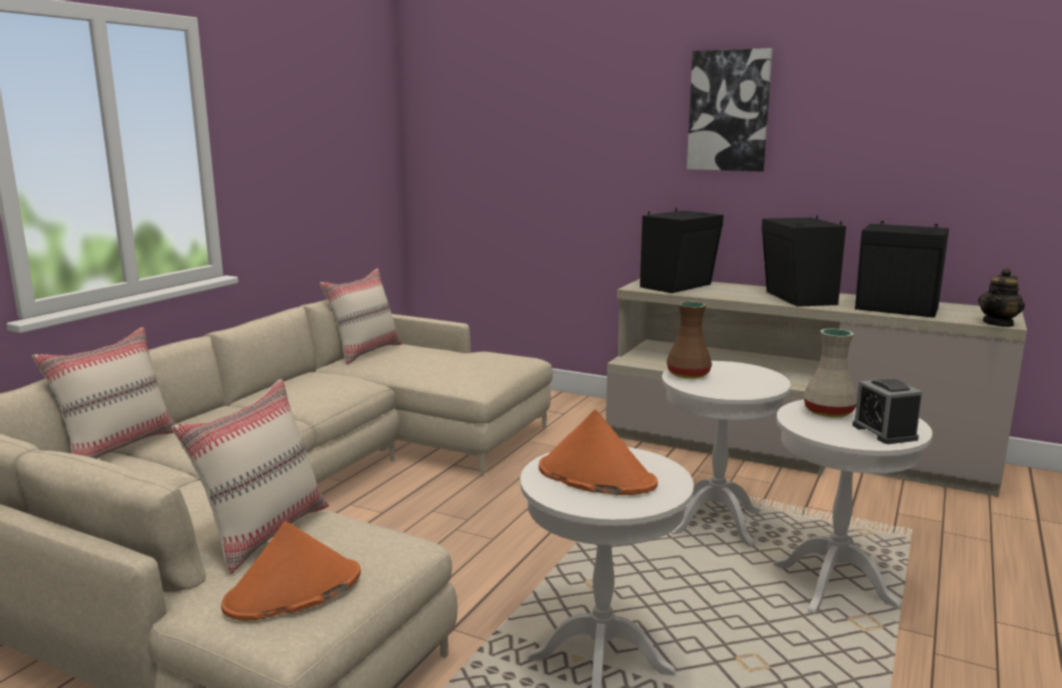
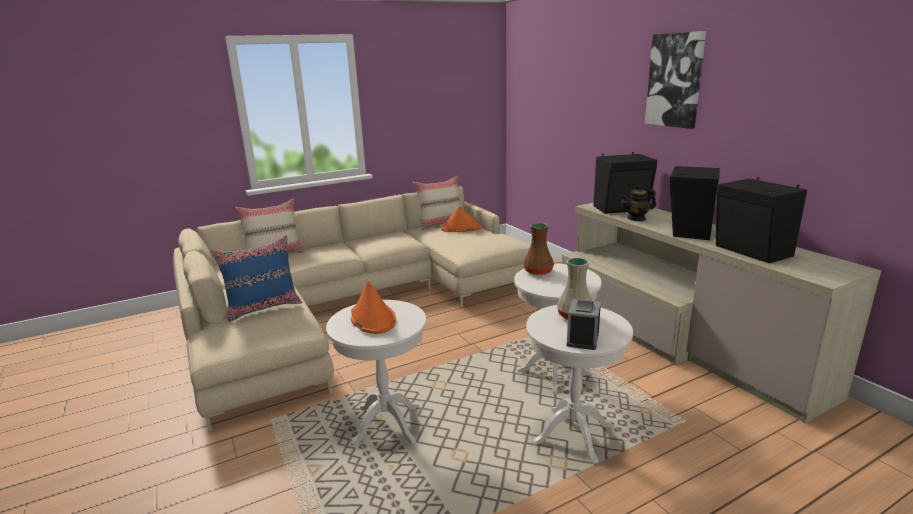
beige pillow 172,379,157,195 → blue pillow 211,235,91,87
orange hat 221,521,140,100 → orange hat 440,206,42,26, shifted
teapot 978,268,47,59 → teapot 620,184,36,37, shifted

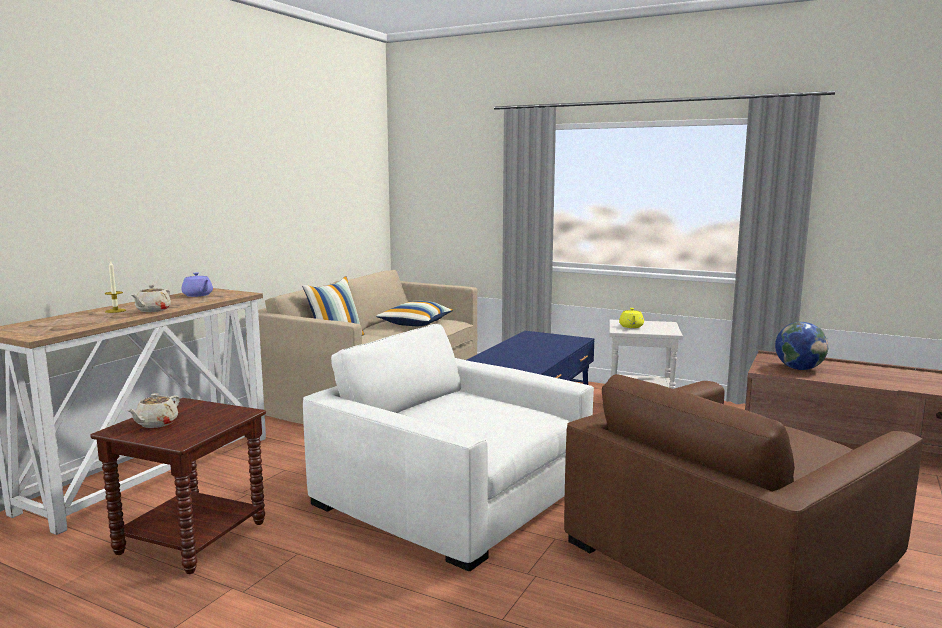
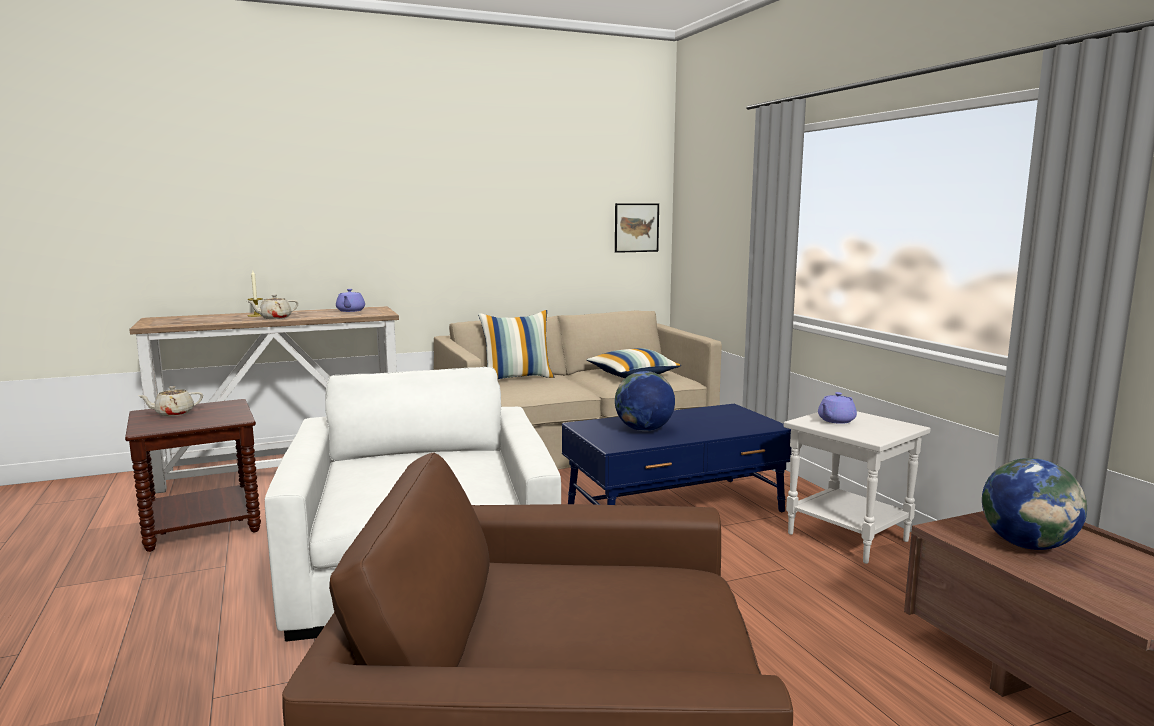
- → picture 615,203,44,50
- → globe 615,371,60,60
yellow teapot 619,308,25,20 → purple teapot 818,392,39,32

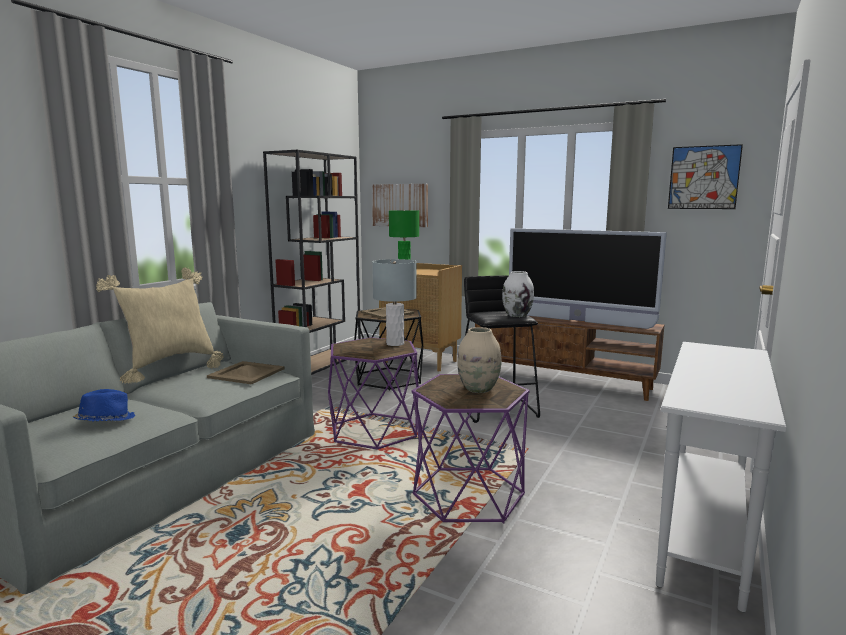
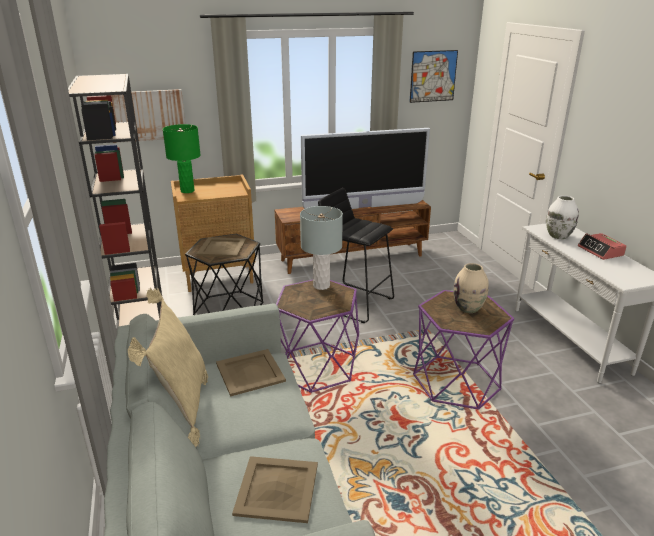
blue hat 72,389,63,33 → beige tray 232,456,86,67
white vase 502,271,32,46 → white vase 546,195,33,44, shifted
- → alarm clock 578,233,49,27

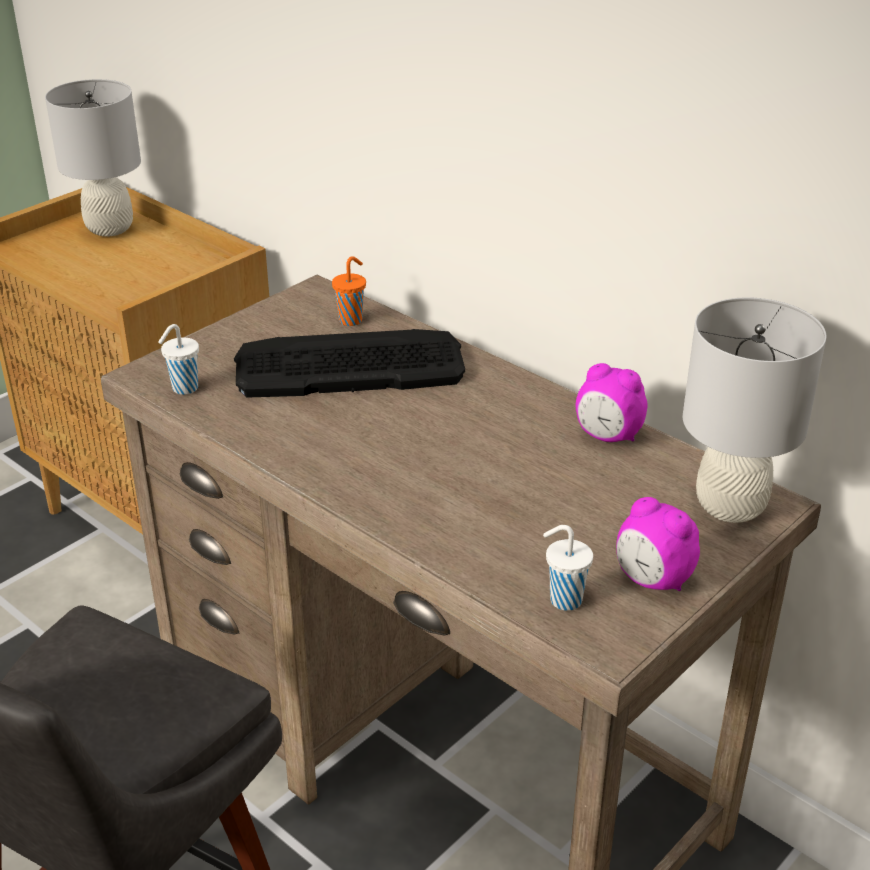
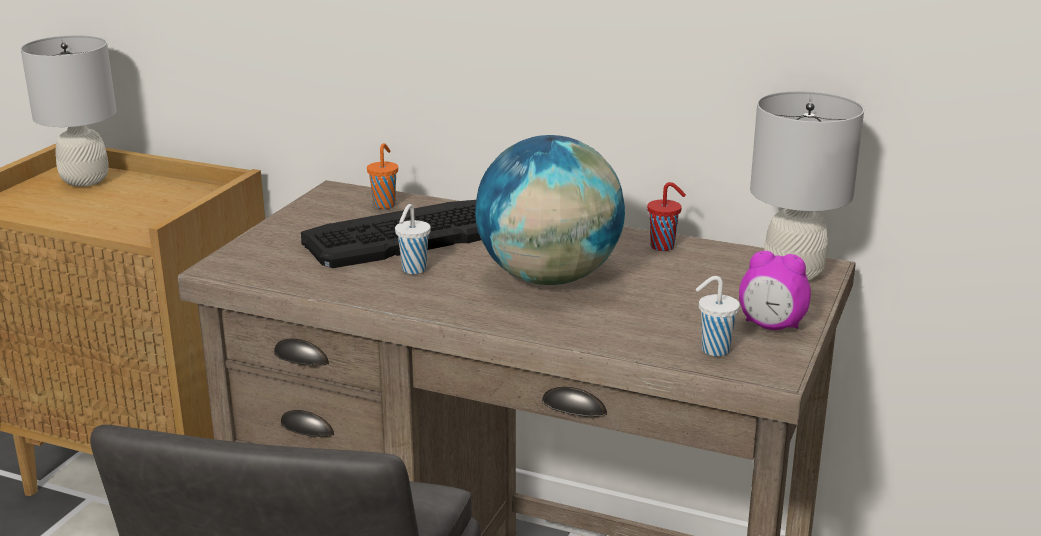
white cup 158,324,41,71 → white cup 395,204,36,70, shifted
- → globe 475,135,150,150
alarm clock 576,363,71,79 → red cup 647,182,39,69

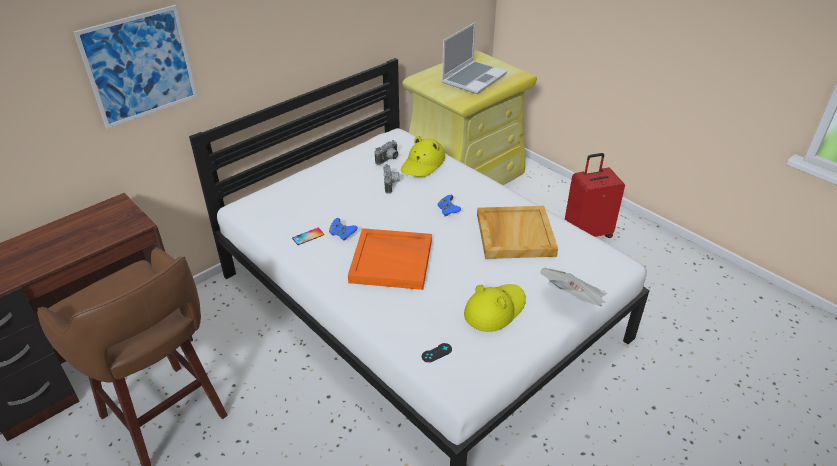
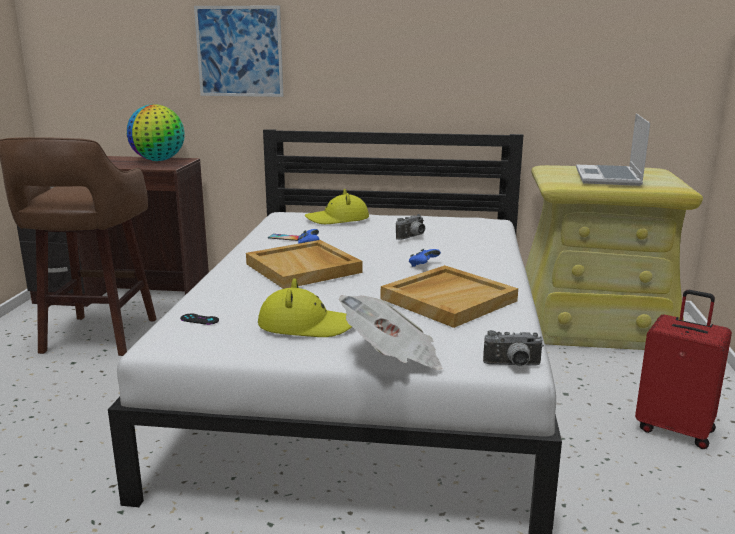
- → globe 127,104,58,57
orange tray 348,228,84,62 → beige tray 246,240,116,49
yellow hat 401,136,44,41 → yellow hat 305,189,64,35, shifted
photo camera 375,140,23,25 → photo camera 483,330,61,37, shifted
laptop 442,22,65,72 → laptop 576,114,74,72, 105 degrees clockwise

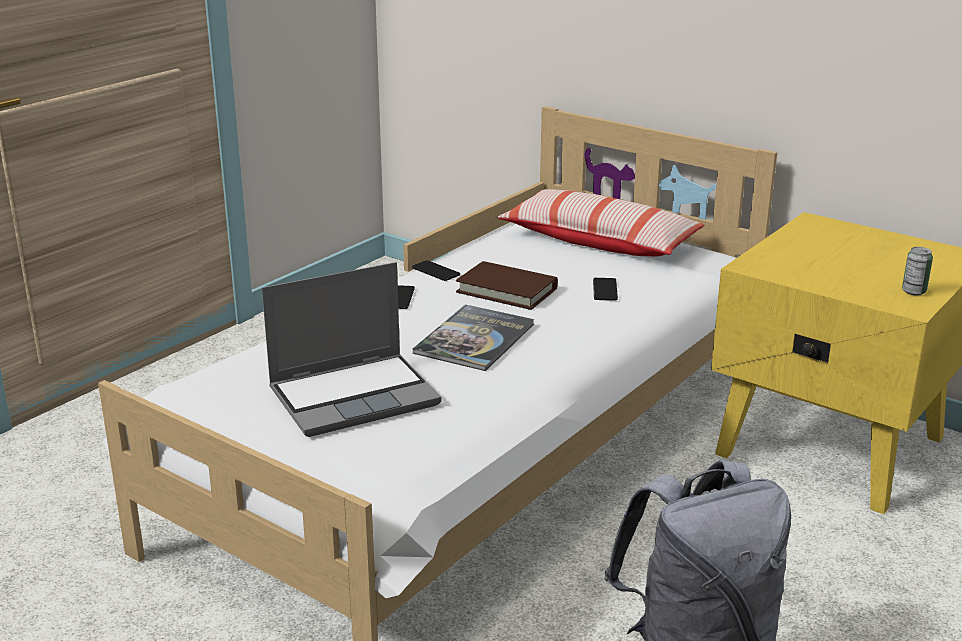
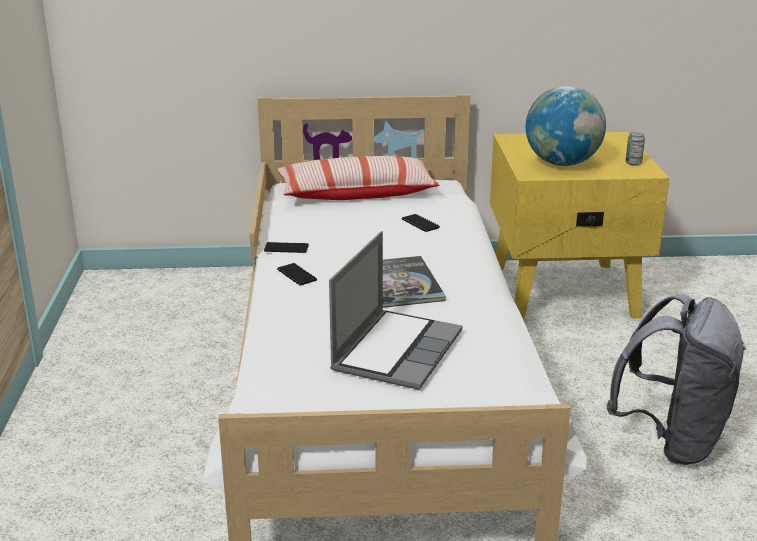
- → globe 526,86,80,80
brown book 456,261,102,49 → -

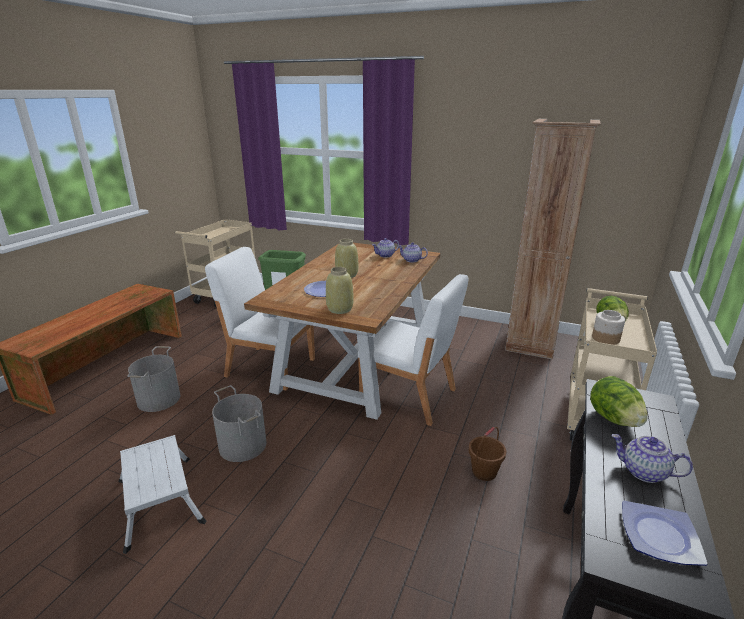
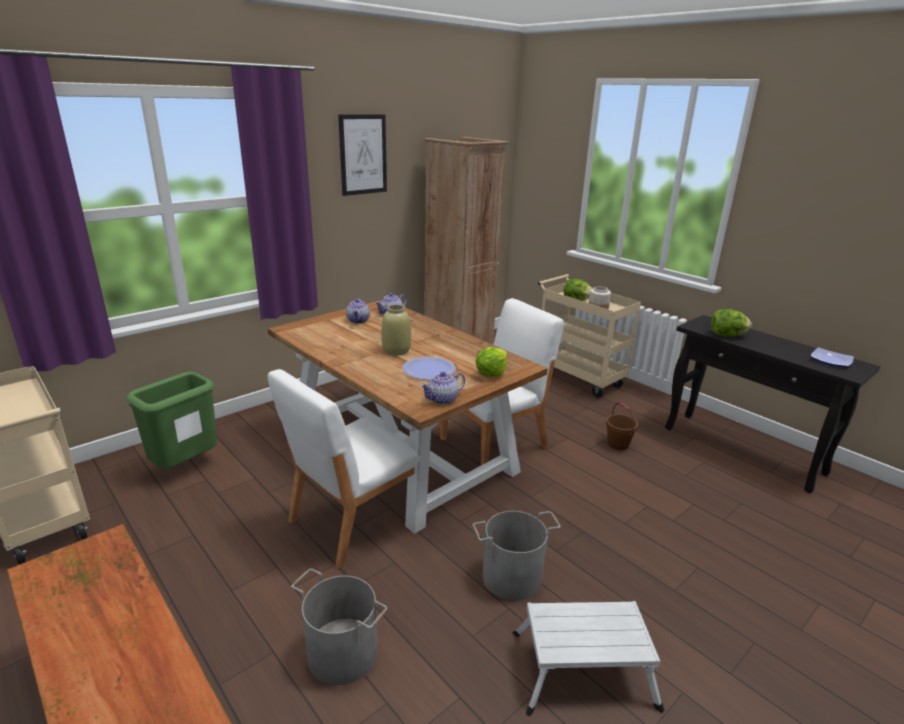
- → picture 338,114,49,82
teapot 612,434,81,49 → teapot 421,372,44,32, shifted
beige vase 326,267,28,47 → lettuce 476,347,31,30

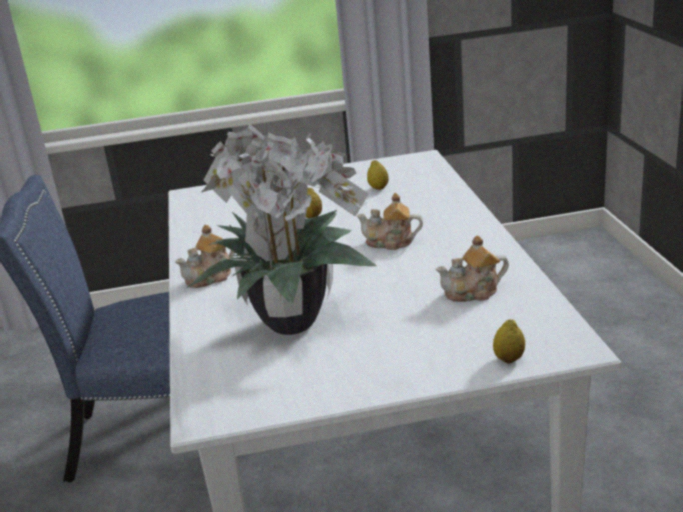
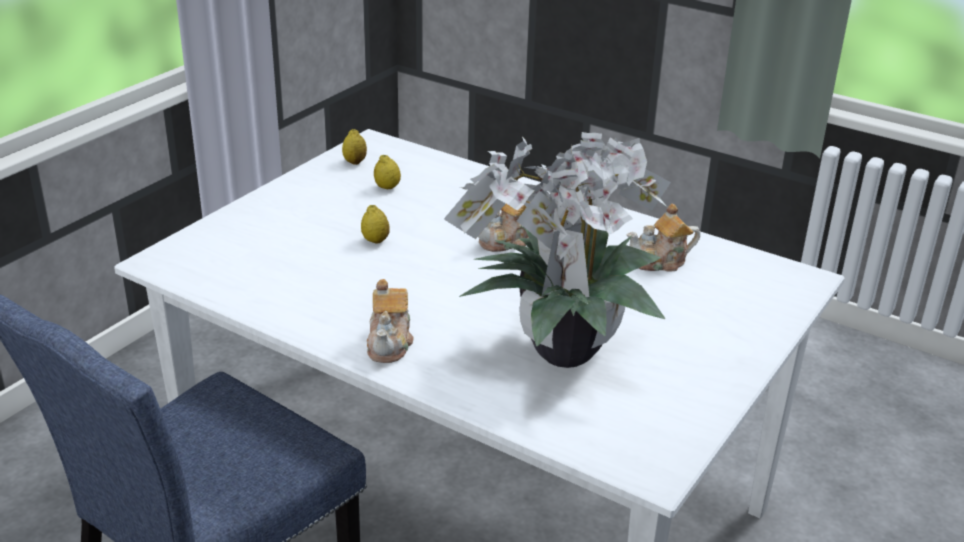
lemon 493,319,32,45 → lemon 342,129,25,36, shifted
teapot 436,236,73,66 → teapot 626,204,74,67, 45 degrees clockwise

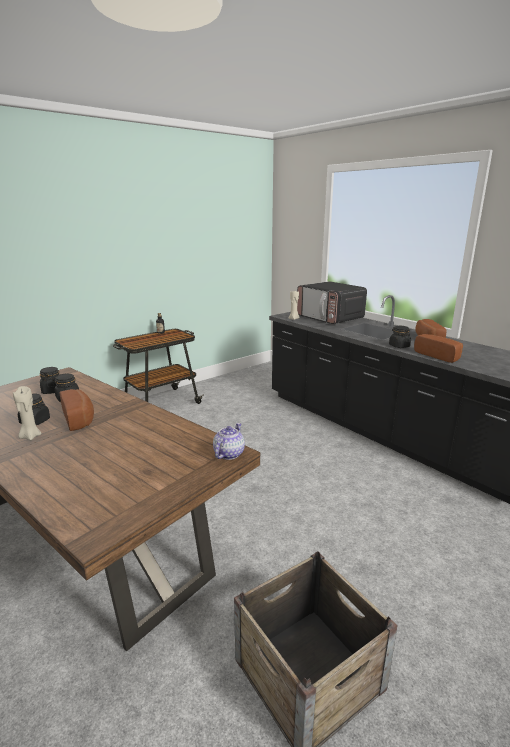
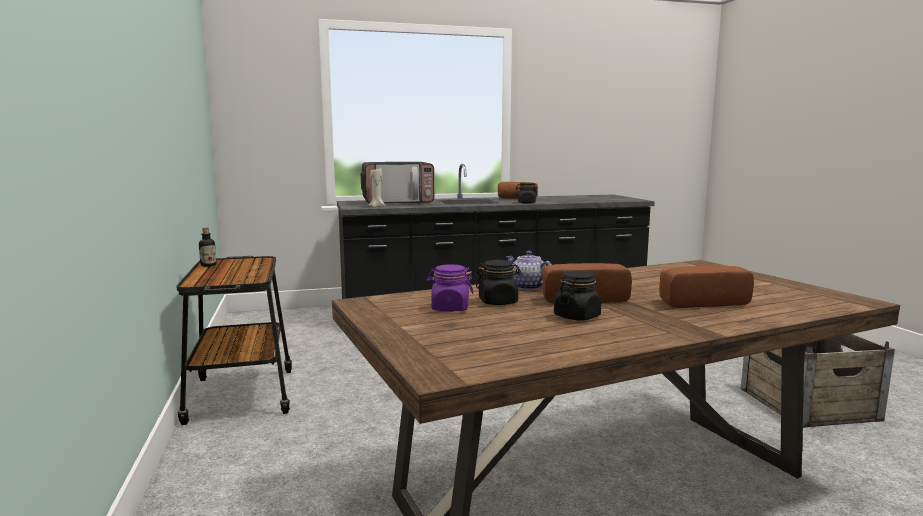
black jar 40,367,19,27 → purple jar 426,264,48,48
teapot 213,423,32,37 → teapot 506,251,46,39, shifted
bread 414,334,49,29 → bread 659,266,95,42, shifted
beige candle 13,386,28,54 → -

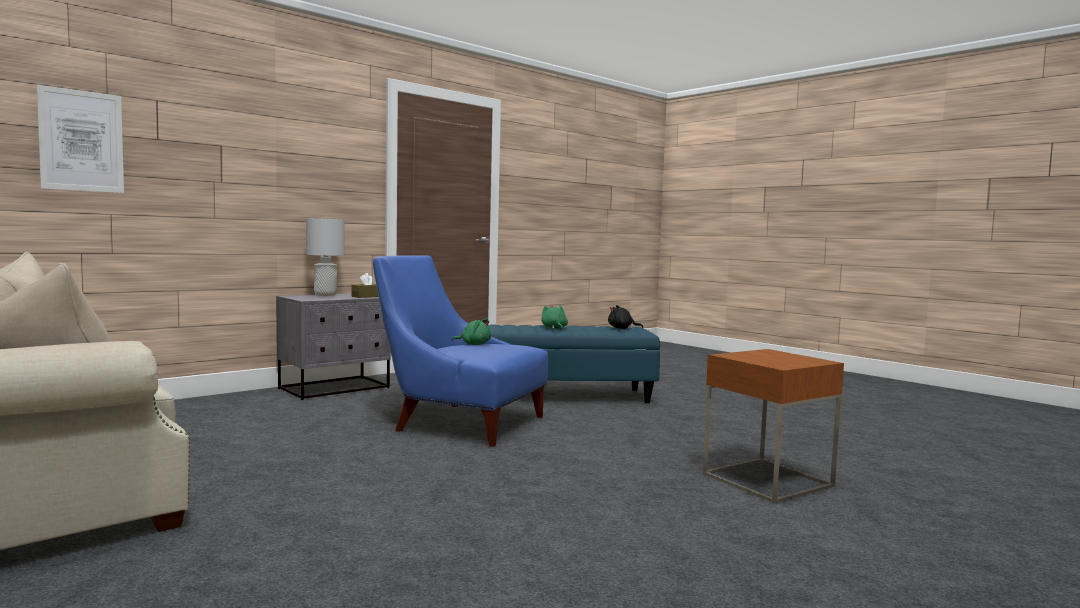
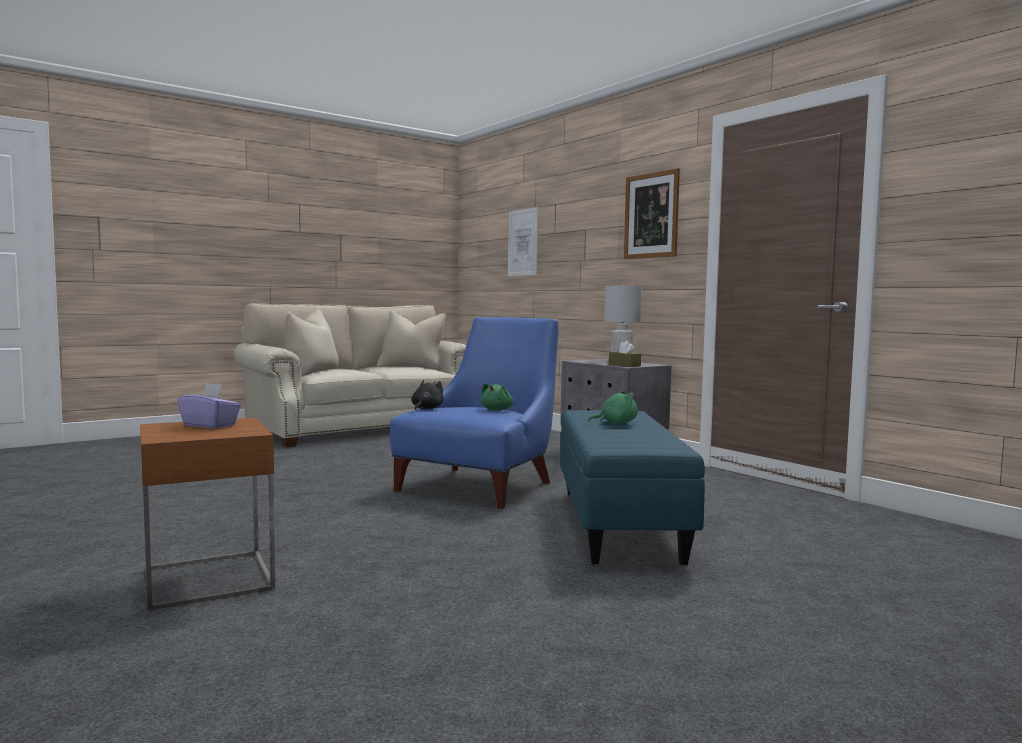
- → purple tissue box 177,383,64,46
black plush toy 608,305,35,24 → black plush toy 411,380,33,30, shifted
- → picture 624,168,56,91

